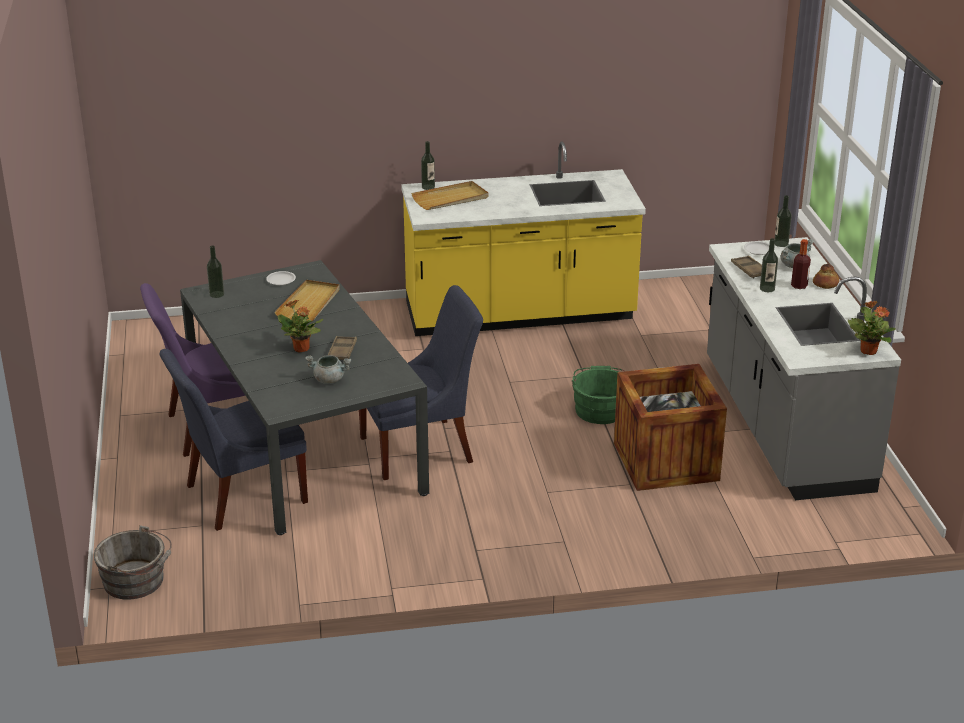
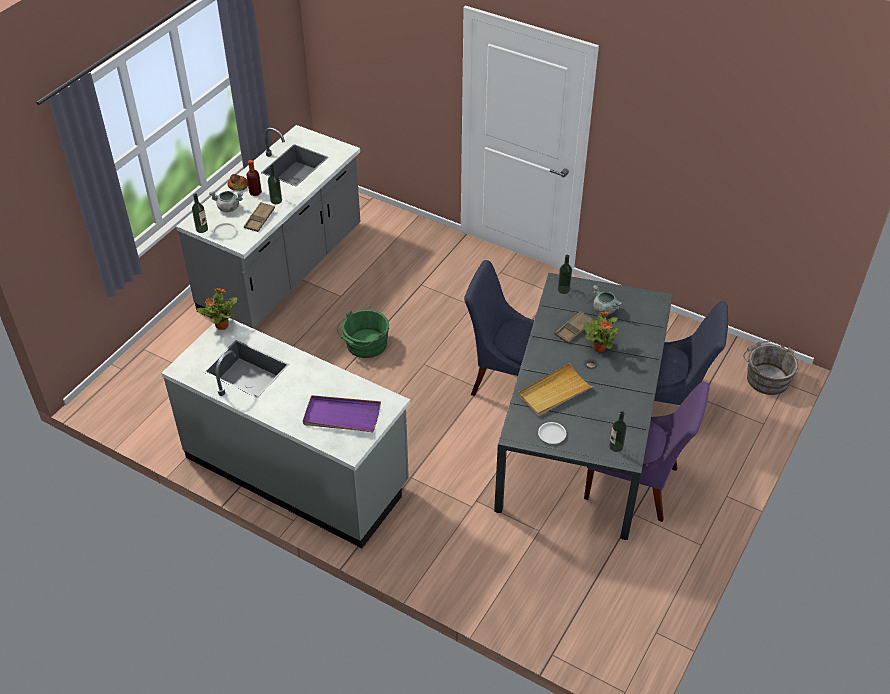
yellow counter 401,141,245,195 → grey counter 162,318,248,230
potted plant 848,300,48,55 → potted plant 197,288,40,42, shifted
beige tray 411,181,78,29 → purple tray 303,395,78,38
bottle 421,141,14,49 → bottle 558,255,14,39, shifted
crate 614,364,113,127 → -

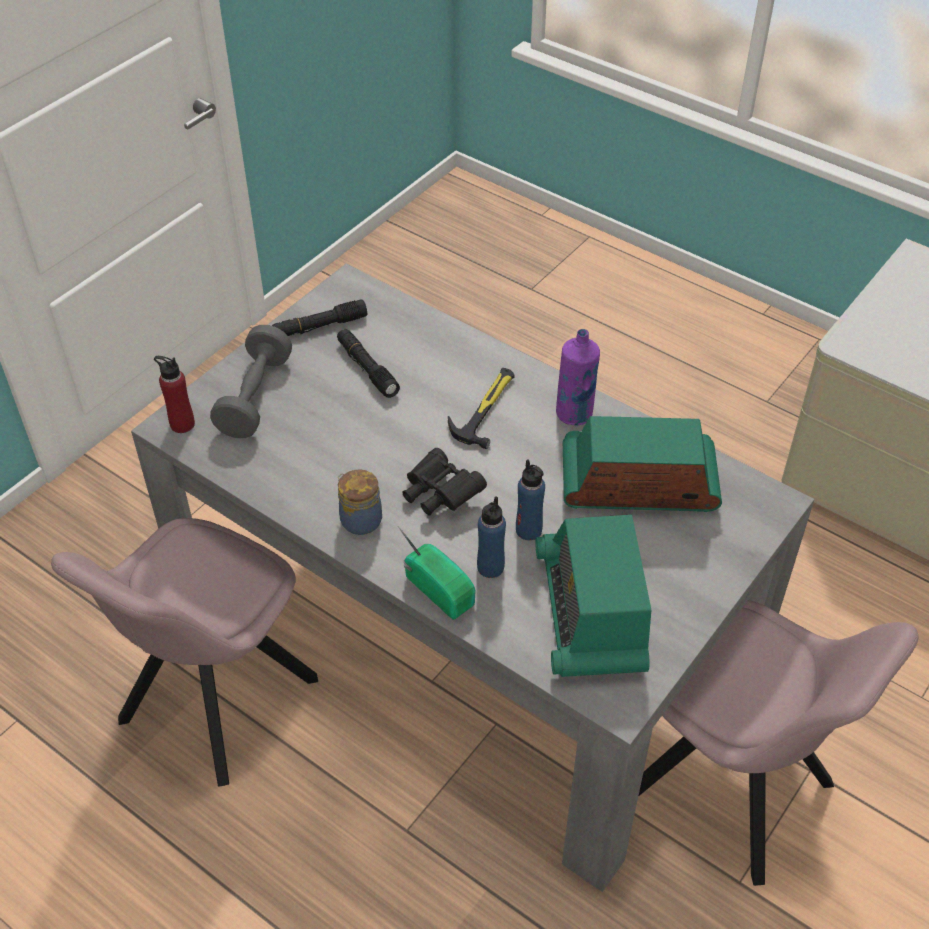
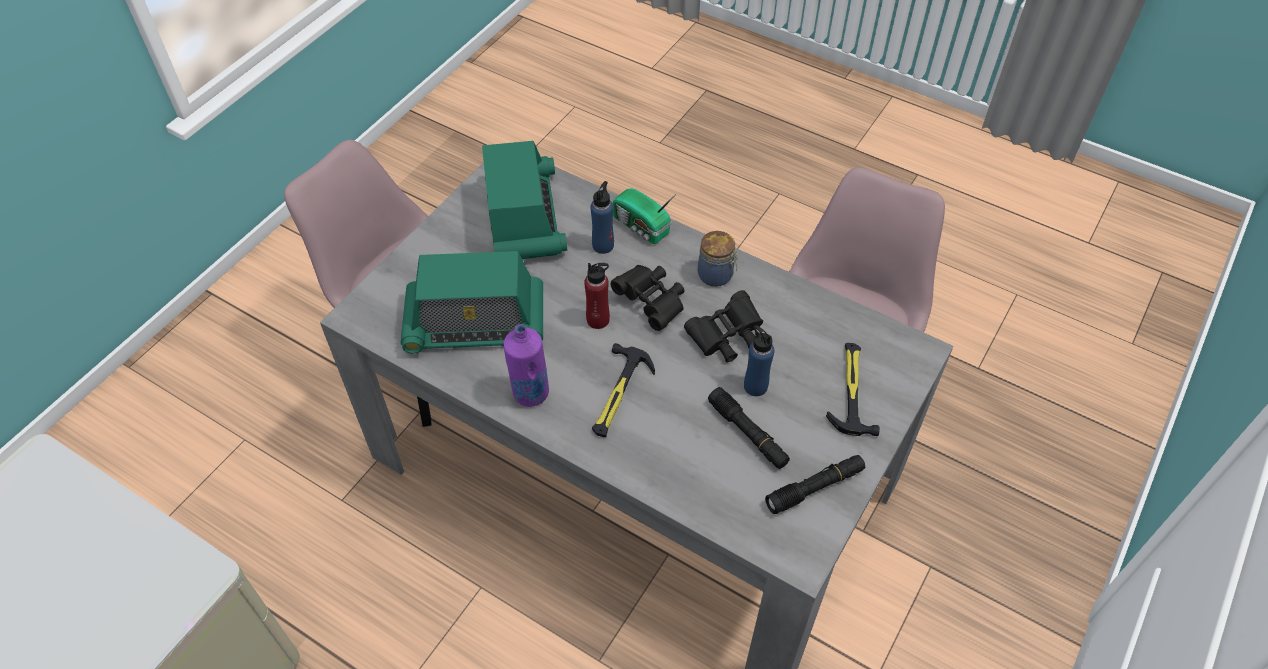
red bottle 154,356,41,77 → red bottle 584,263,26,66, shifted
- → black binoculars 684,290,79,72
blue bottle 516,459,29,81 → blue bottle 744,325,30,71, shifted
grey dumbbell 210,325,82,113 → hammer 826,343,54,93

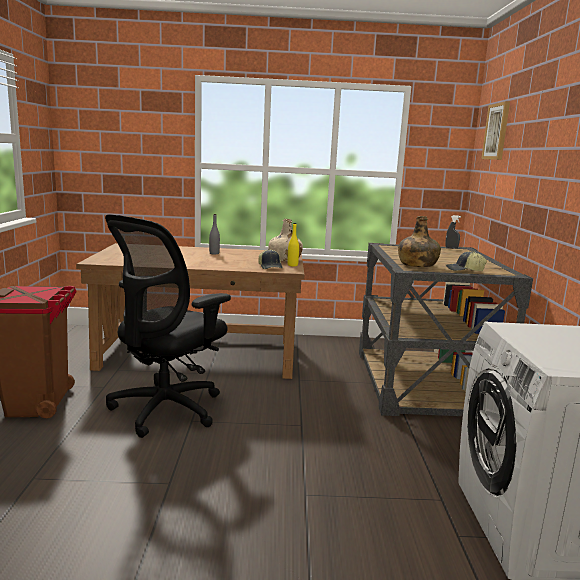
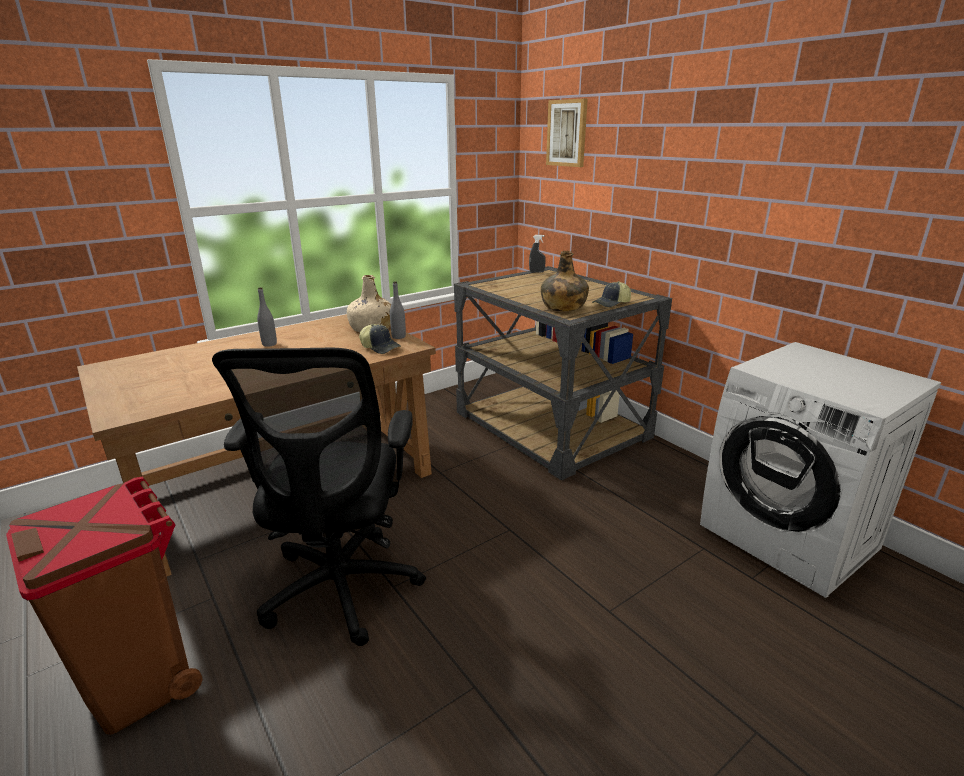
yellow bottle 287,223,12,43 → grey bottle 390,281,16,58

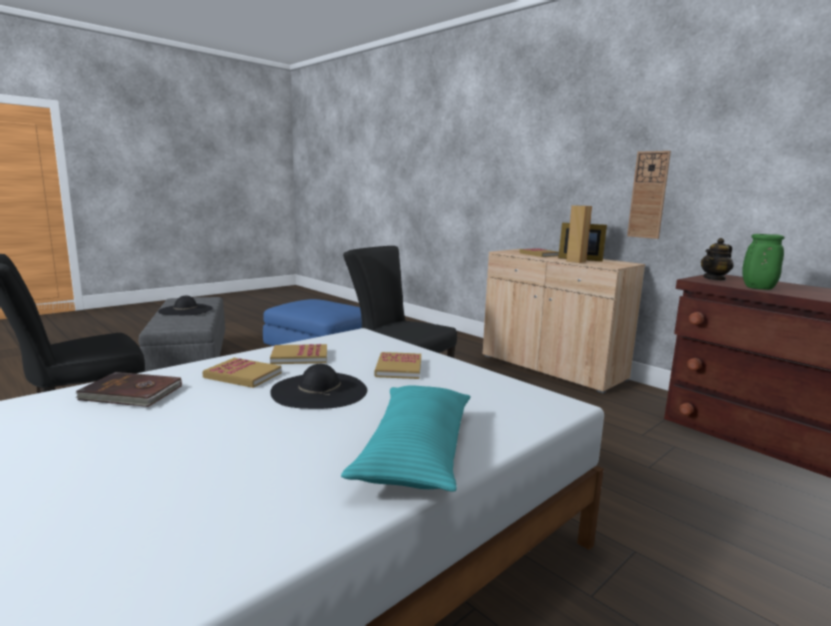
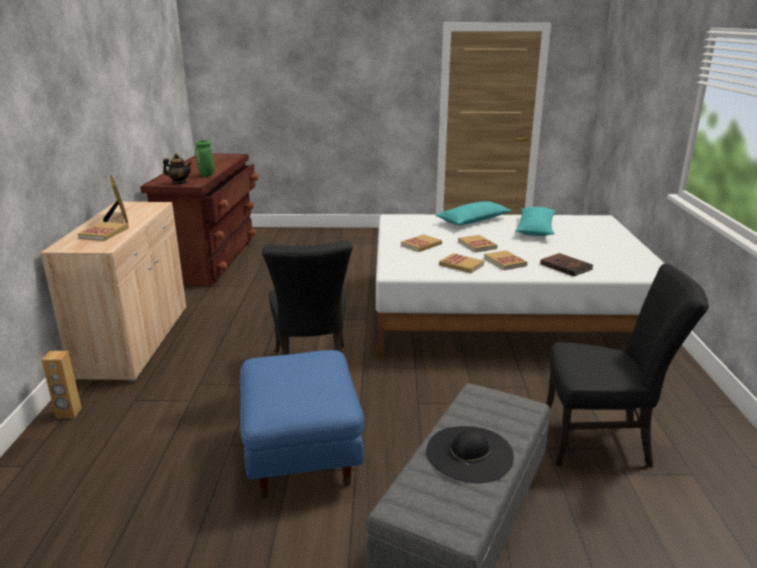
brown speaker 566,205,26,58 → brown speaker 42,351,40,67, shifted
black hat 270,364,97,45 → book 458,235,39,17
- → turquoise pillow 515,207,41,29
wall clock 627,151,44,88 → -

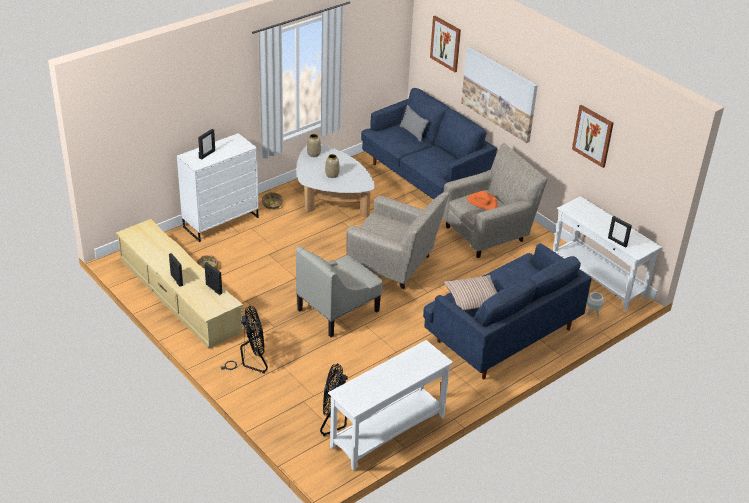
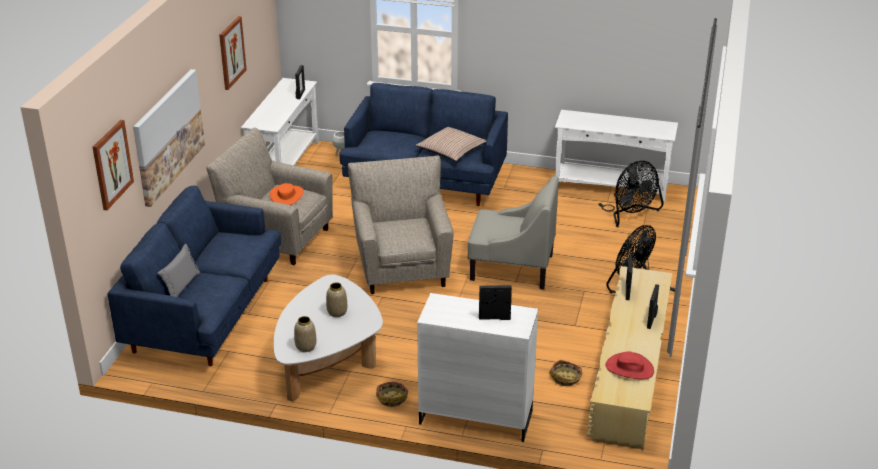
- → red hat 606,351,48,29

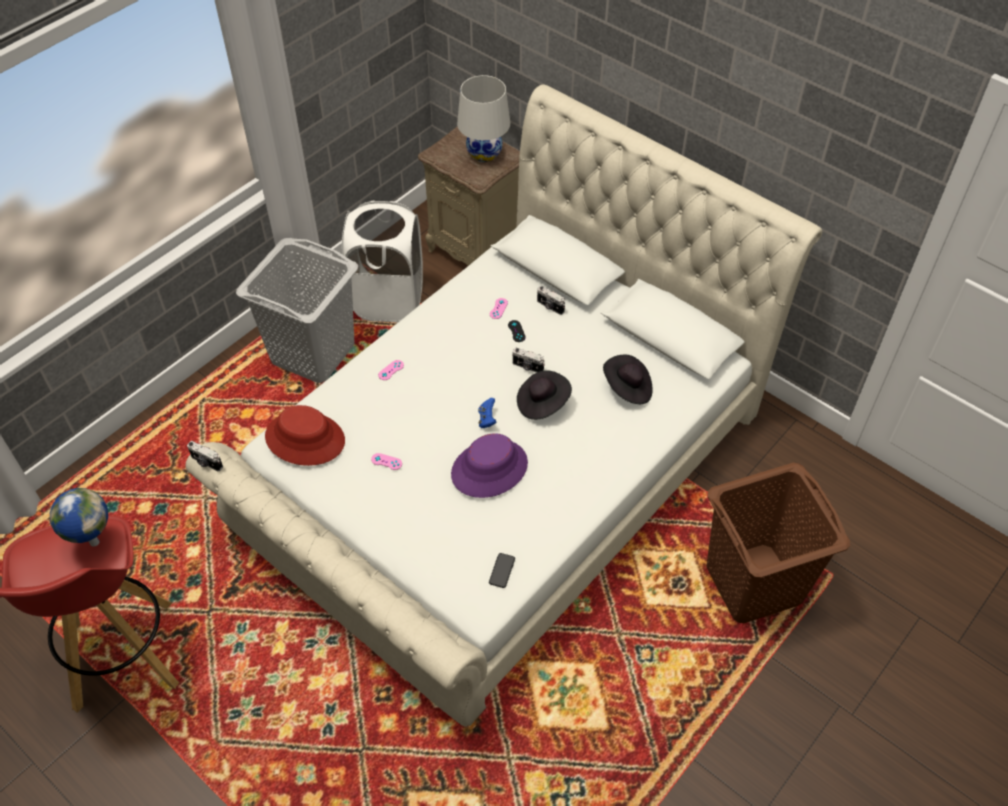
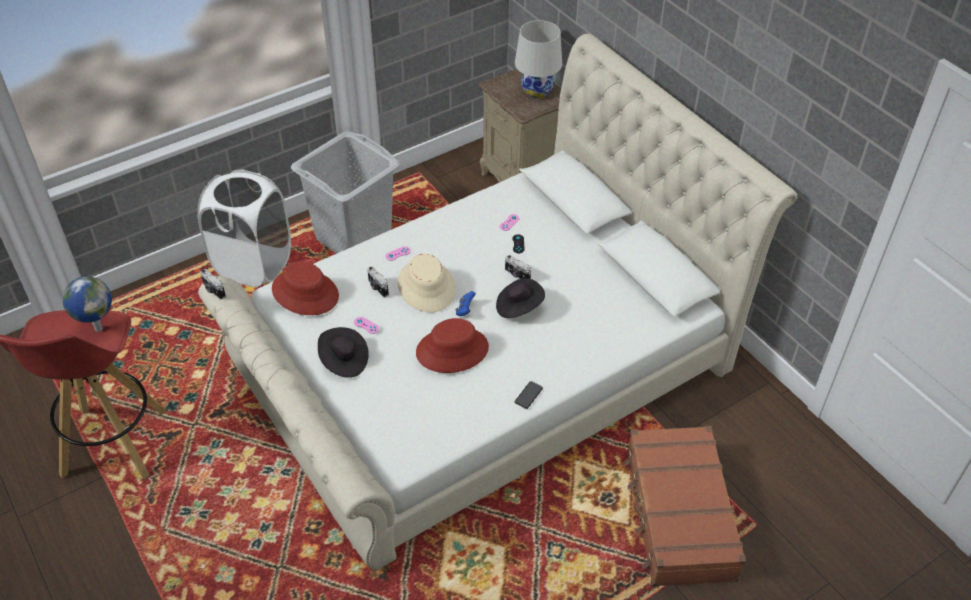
white laundry basket 342,200,81,122 → white laundry basket 198,169,93,118, shifted
black hat 603,355,50,49 → black hat 318,327,51,51, shifted
photo camera 537,286,28,29 → photo camera 367,266,22,31, shifted
- → beige hat 398,254,58,58
purple hat 451,433,77,65 → red hat 416,318,73,55
phone 489,553,26,35 → phone 515,381,28,28, shifted
brown laundry basket 706,463,144,160 → brown suitcase 623,426,123,160

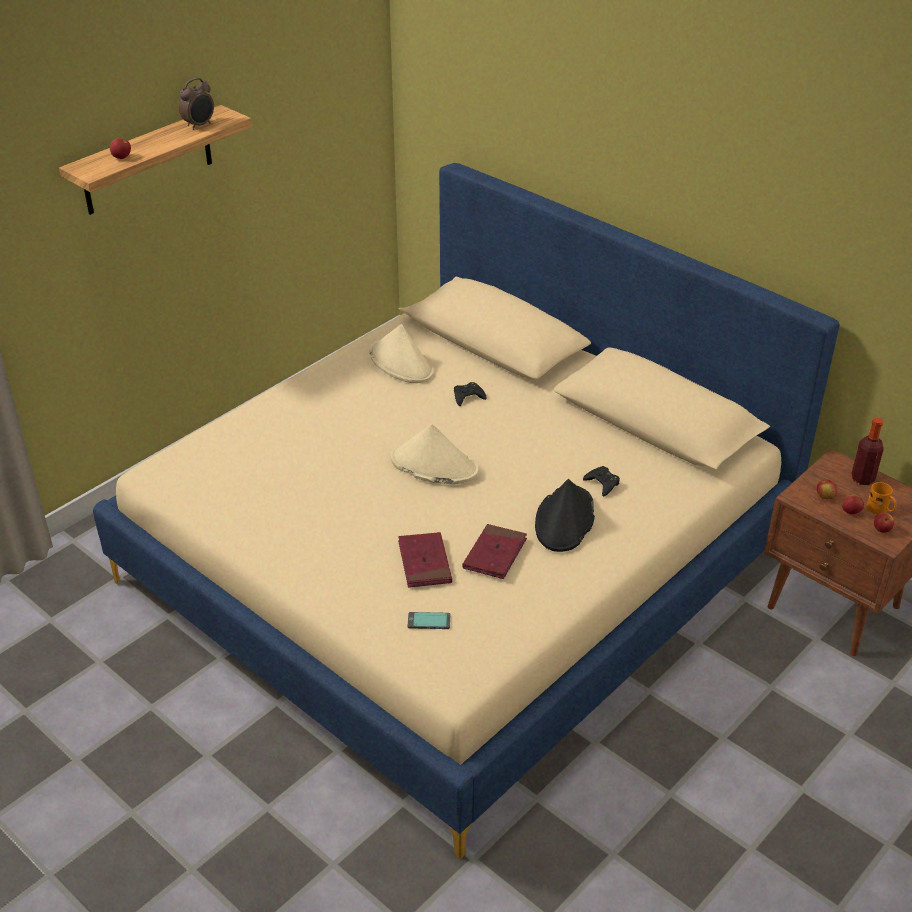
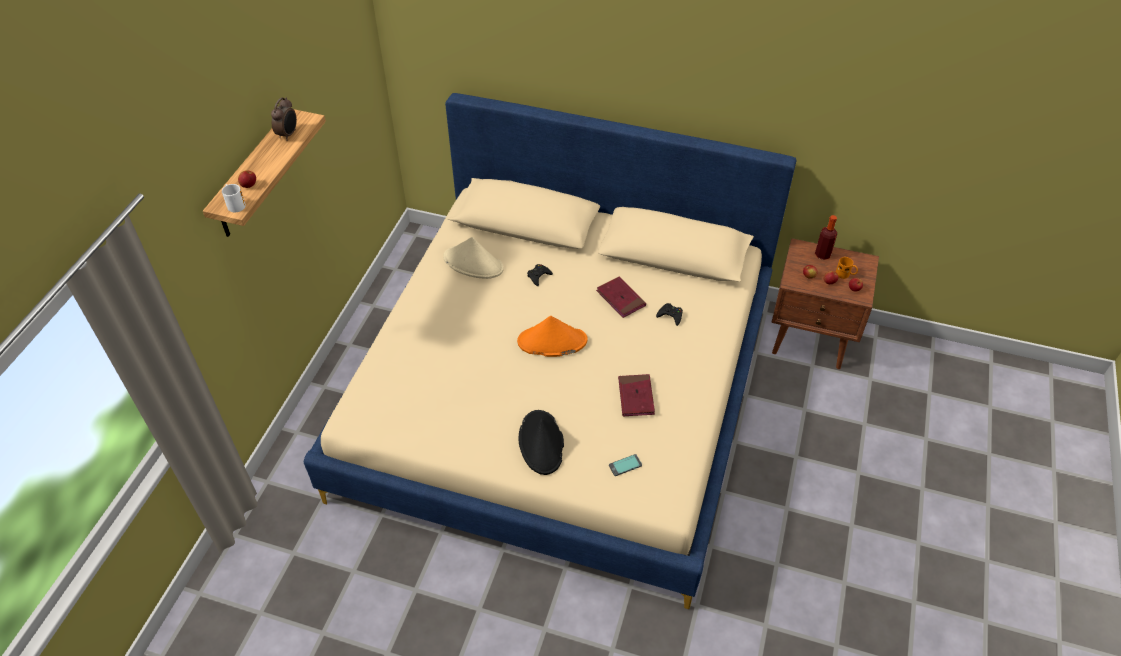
- → white mug 222,184,24,28
beige hat 391,424,88,60 → orange hat 517,316,71,41
black hat 535,479,60,73 → black hat 518,410,46,65, shifted
red book 398,532,54,56 → red book 596,277,50,41, shifted

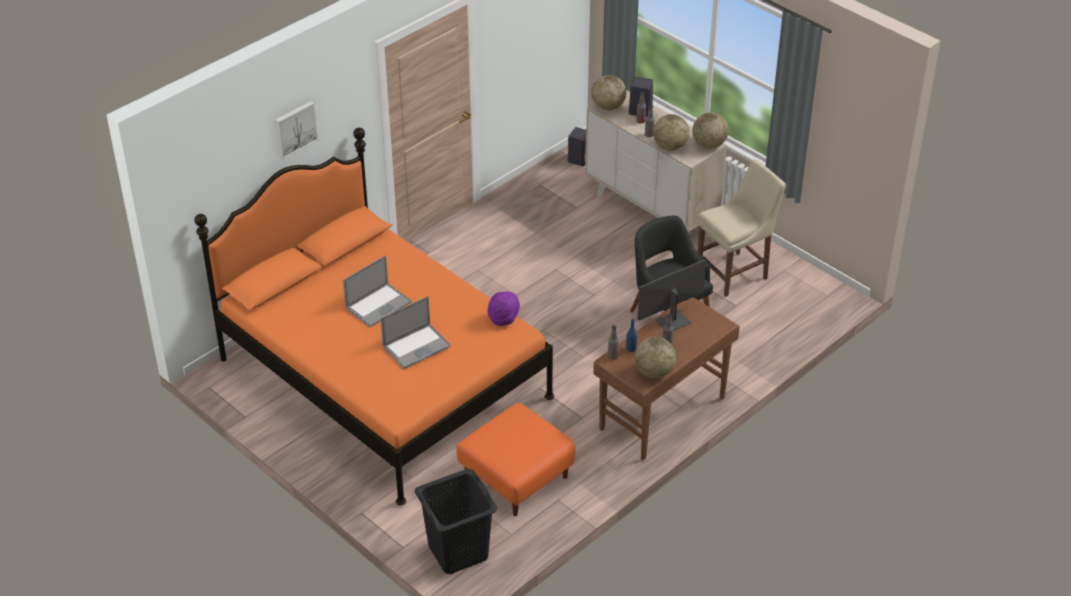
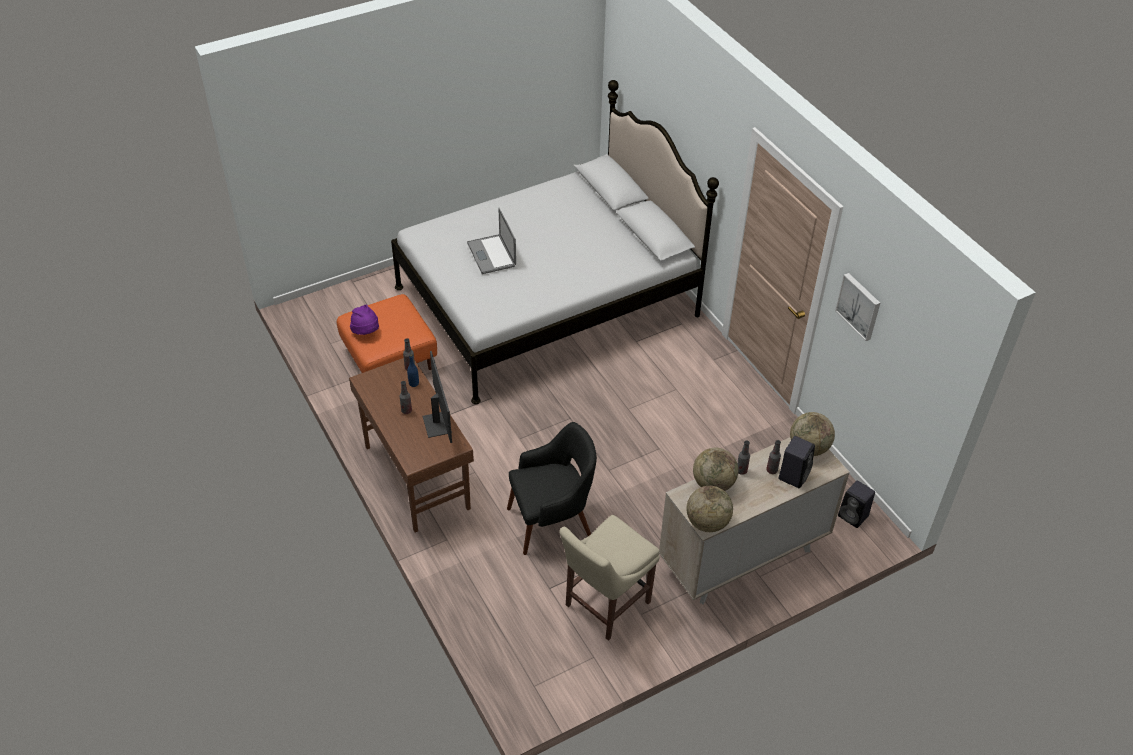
purple hat 487,291,33,35 → purple hat 350,305,29,30, shifted
orange bed 194,128,360,378 → white bed 391,80,328,324
beige chair 697,159,89,138 → beige chair 559,515,101,126, 60 degrees clockwise
picture 275,101,43,58 → picture 835,273,45,68, shifted
laptop 343,255,69,72 → -
black laundry basket 415,469,82,105 → -
globe 635,337,41,41 → -

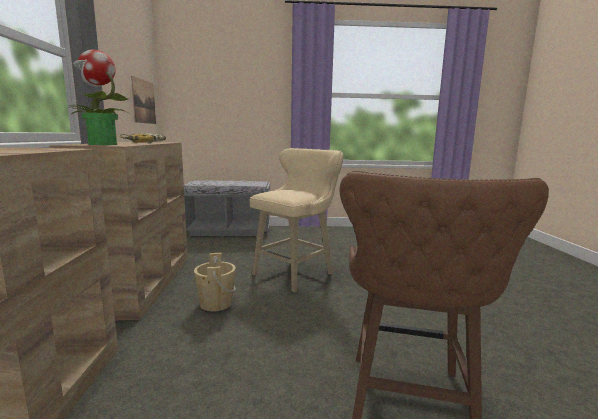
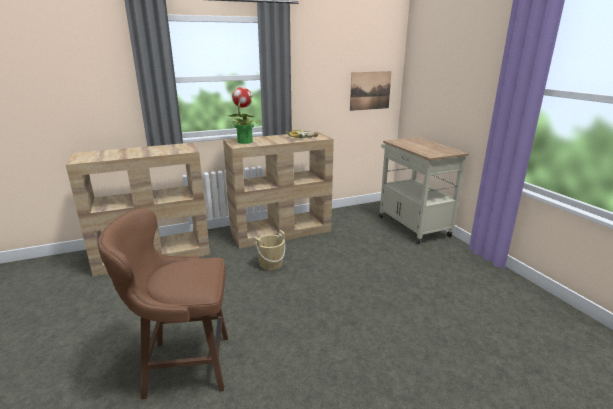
grey bench 184,180,86,56 → beige cart 379,137,90,107
beige stool 249,148,94,145 → -

